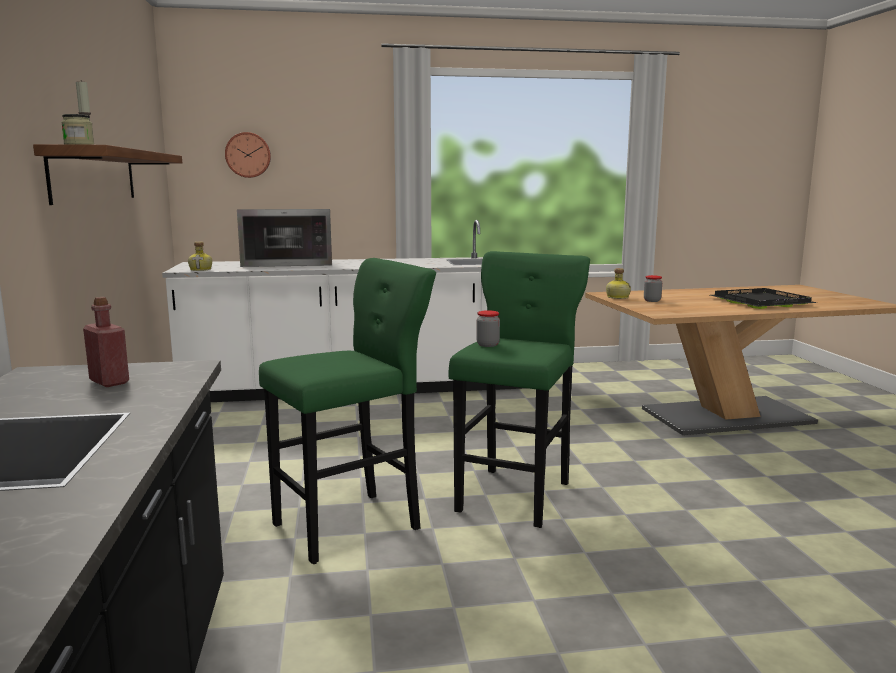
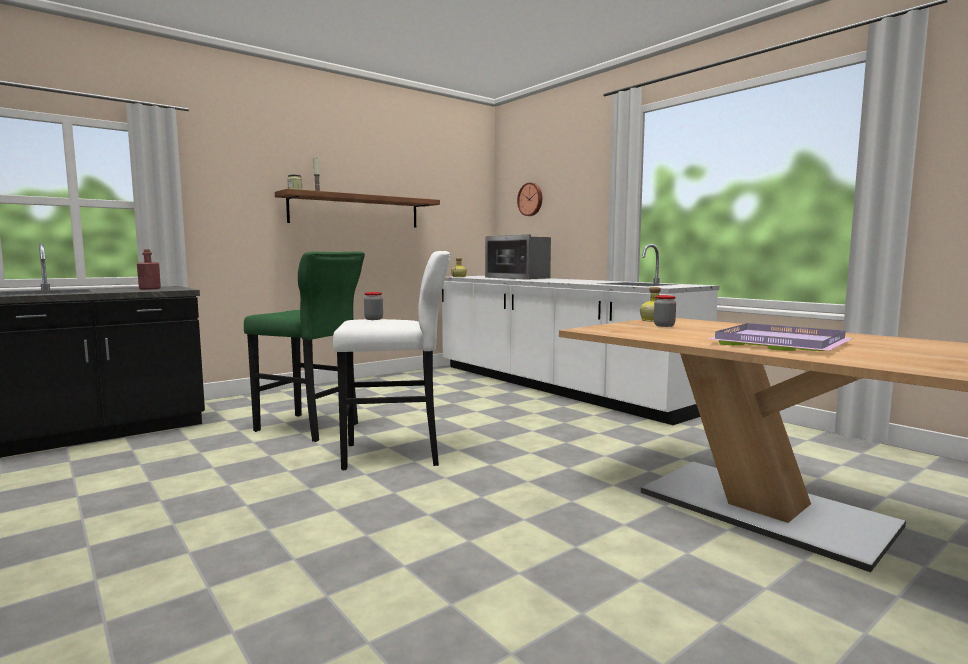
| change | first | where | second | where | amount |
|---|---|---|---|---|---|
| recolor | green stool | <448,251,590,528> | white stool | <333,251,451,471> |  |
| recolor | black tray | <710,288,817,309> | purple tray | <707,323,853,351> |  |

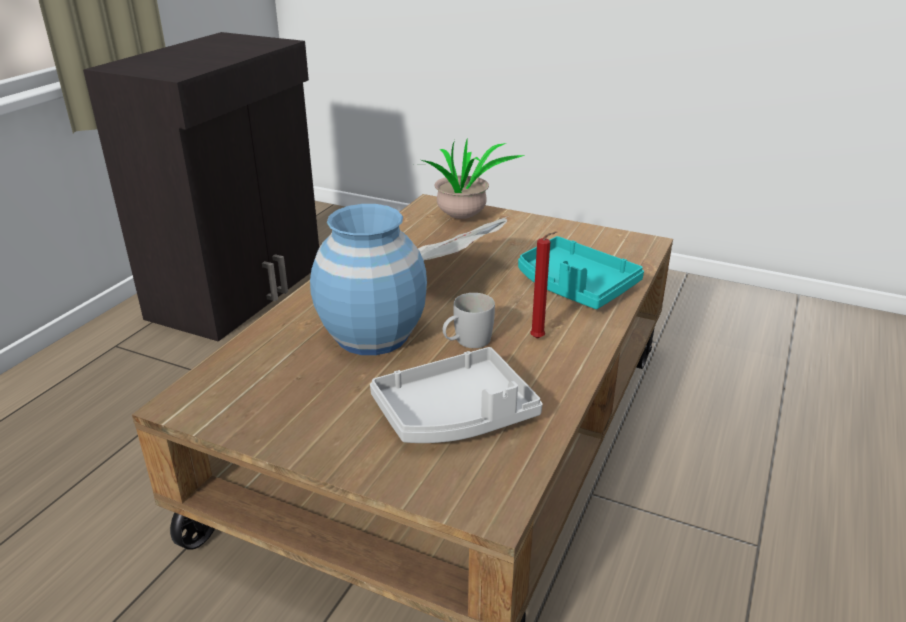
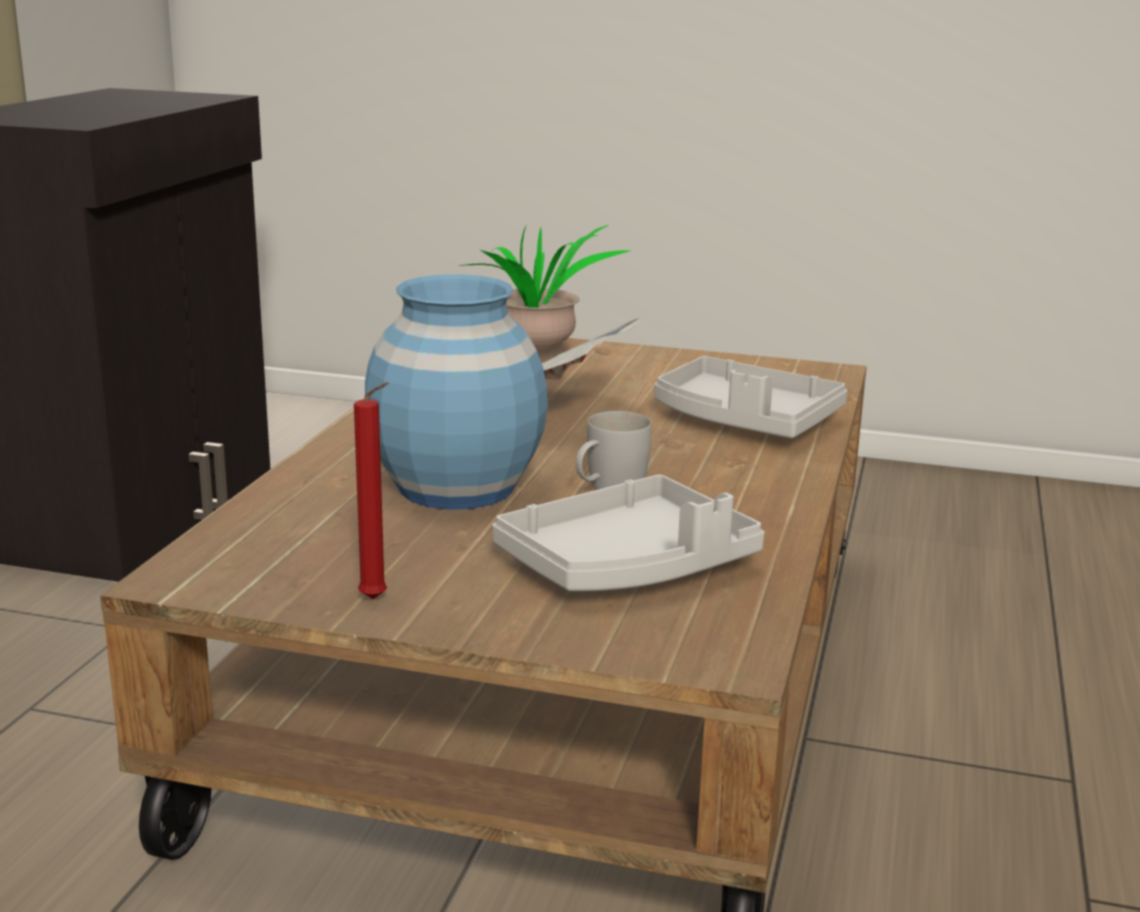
| change | first | where | second | where | amount |
|---|---|---|---|---|---|
| recolor | turquoise tray | <518,236,644,309> | grey tray | <655,356,848,438> |  |
| move | red candle | <530,231,557,339> |  | <354,382,389,599> |  |

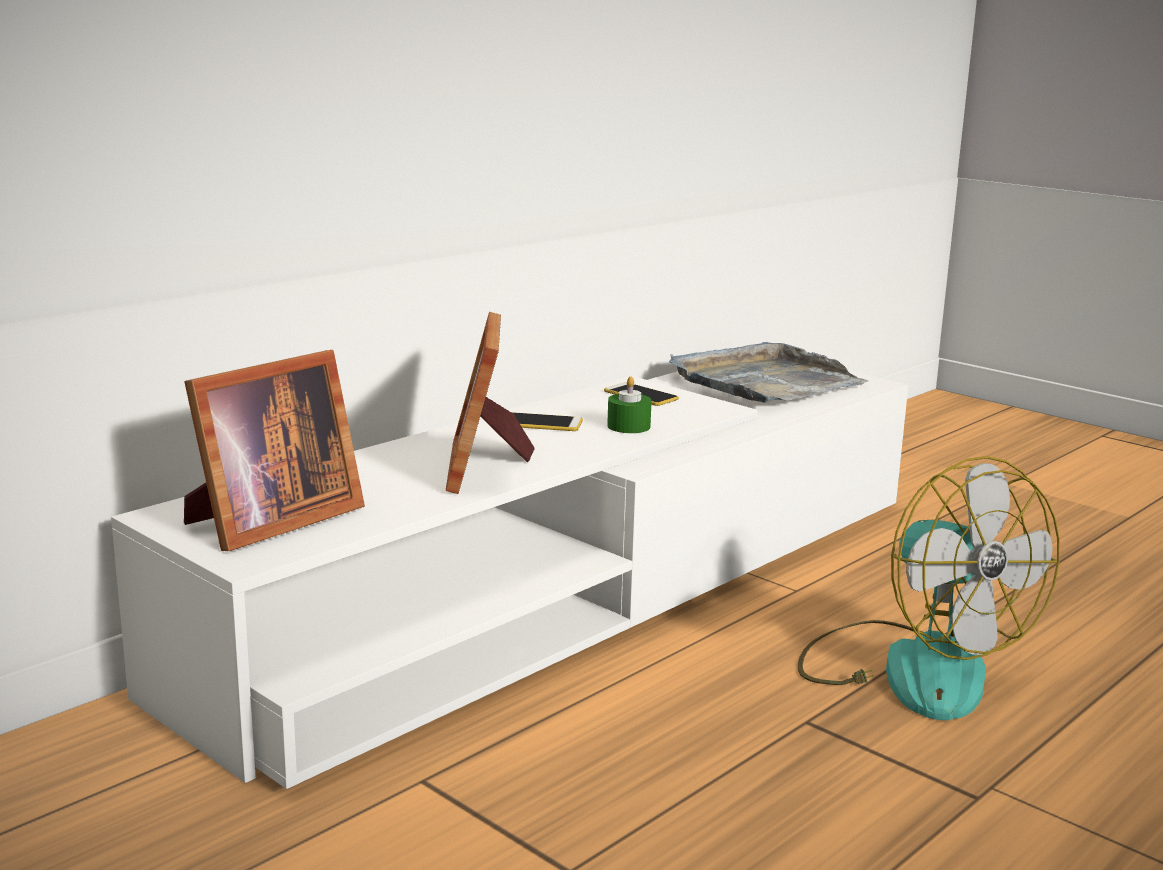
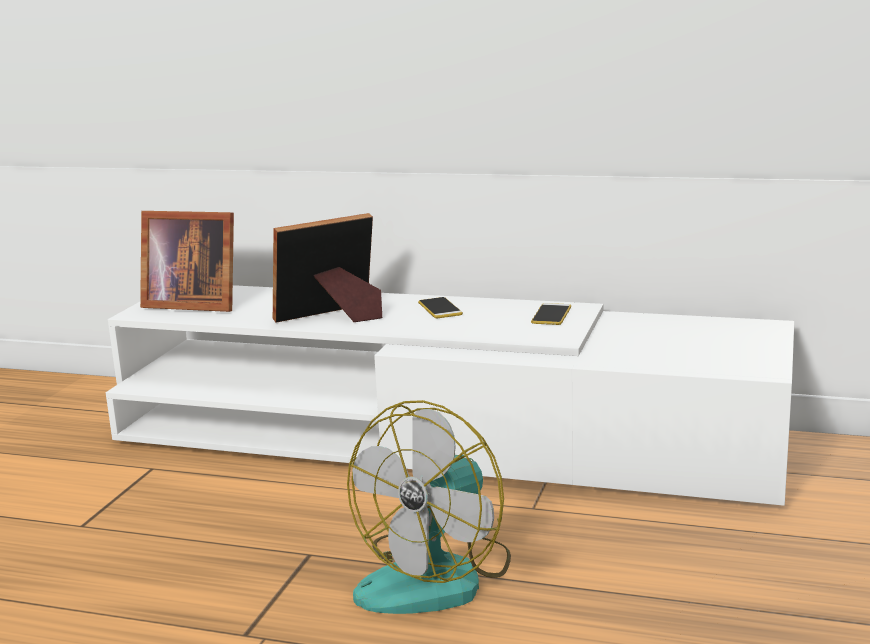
| change | first | where | second | where | amount |
|---|---|---|---|---|---|
| delete | green candle | <607,376,652,433> |  |  |  |
| delete | grey tray | <669,342,869,403> |  |  |  |

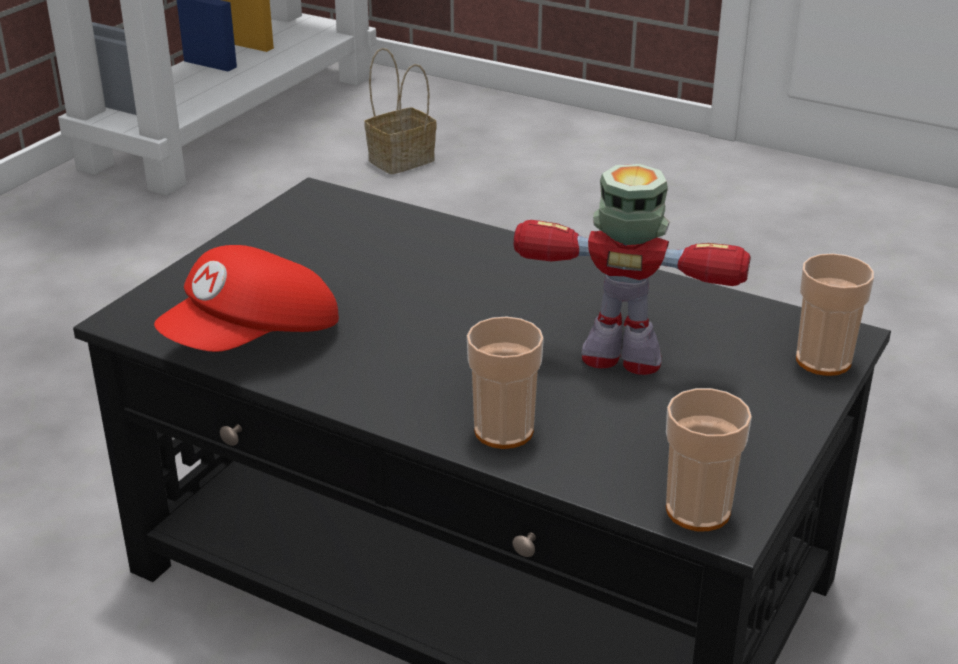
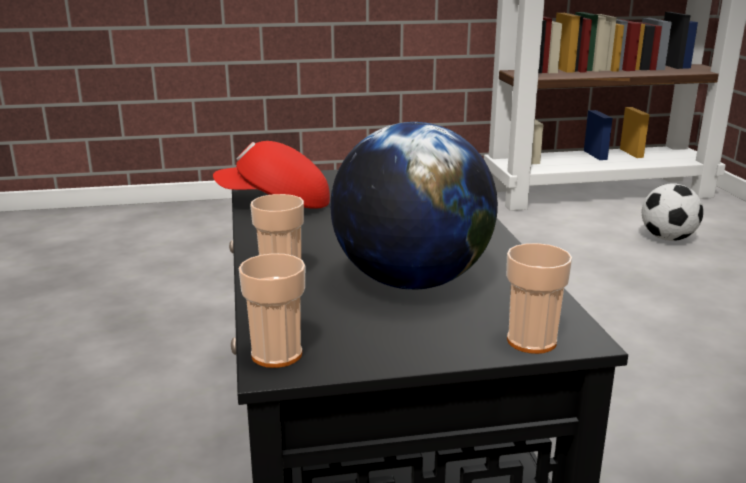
| change | first | where | second | where | amount |
|---|---|---|---|---|---|
| replace | basket | <364,48,437,174> | football | <642,183,703,241> |  |
| replace | toy robot | <514,164,751,375> | globe | <330,122,498,290> |  |

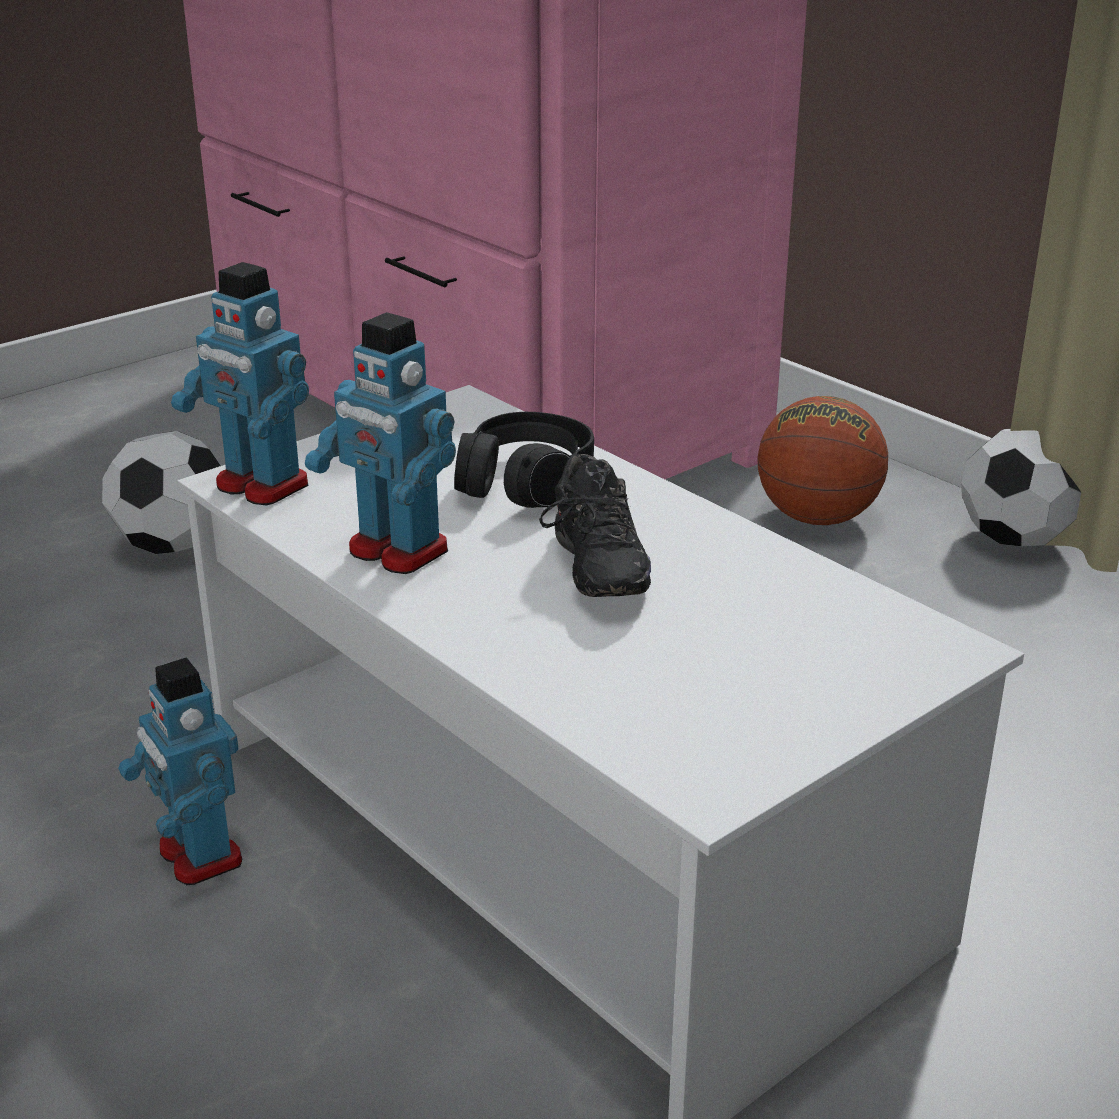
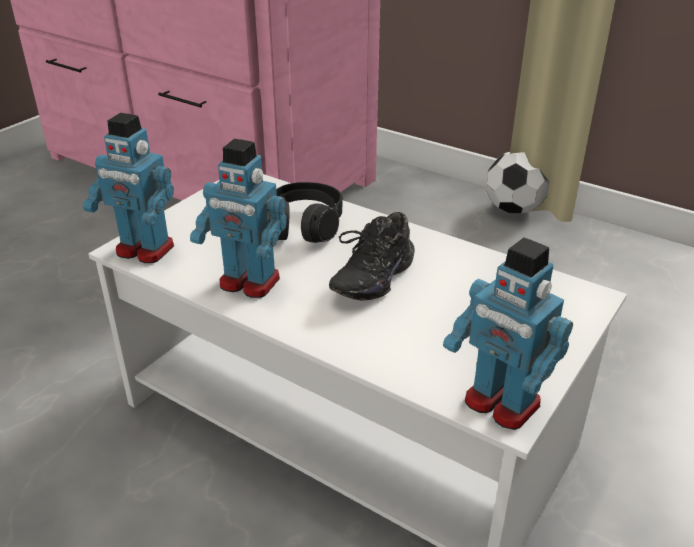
| change | first | where | second | where | amount |
|---|---|---|---|---|---|
| delete | football | <102,431,221,554> |  |  |  |
| move | toy robot | <118,658,242,885> |  | <443,237,573,430> |  |
| rotate | black shoe | <539,454,651,597> |  | <329,212,415,301> | 60 degrees clockwise |
| delete | basketball | <757,396,888,525> |  |  |  |

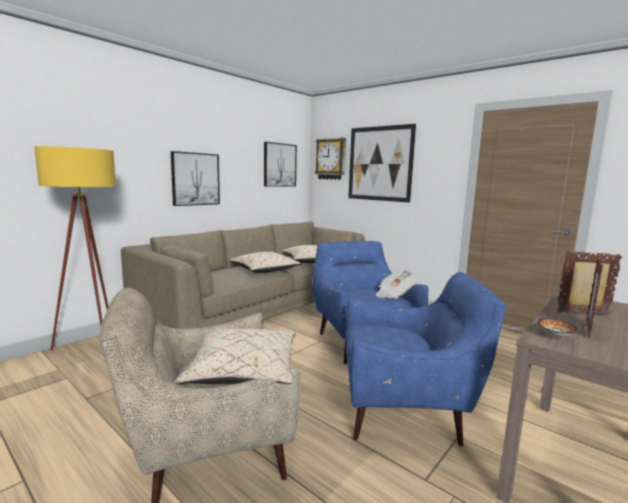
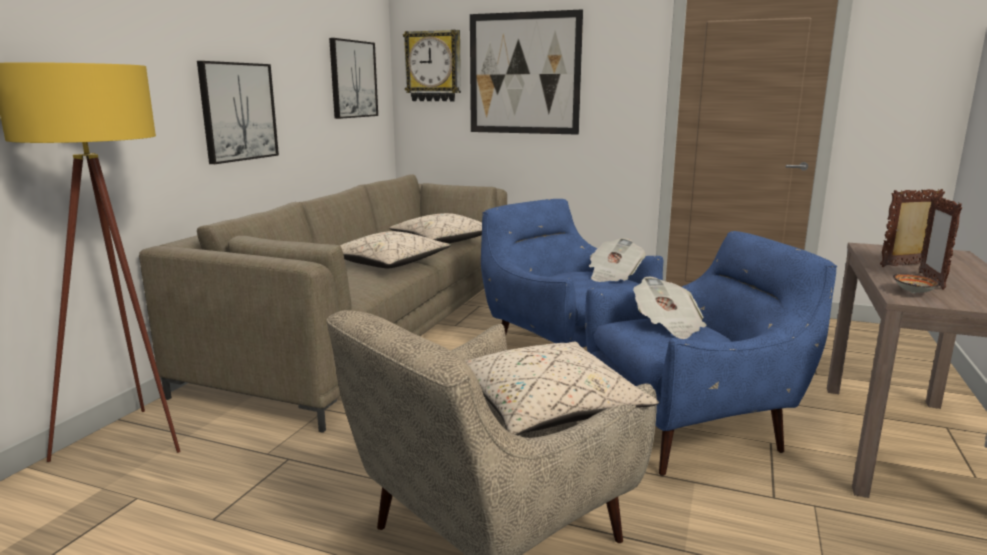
| change | first | where | second | where | amount |
|---|---|---|---|---|---|
| insert |  |  | newspaper | <633,277,707,339> |  |

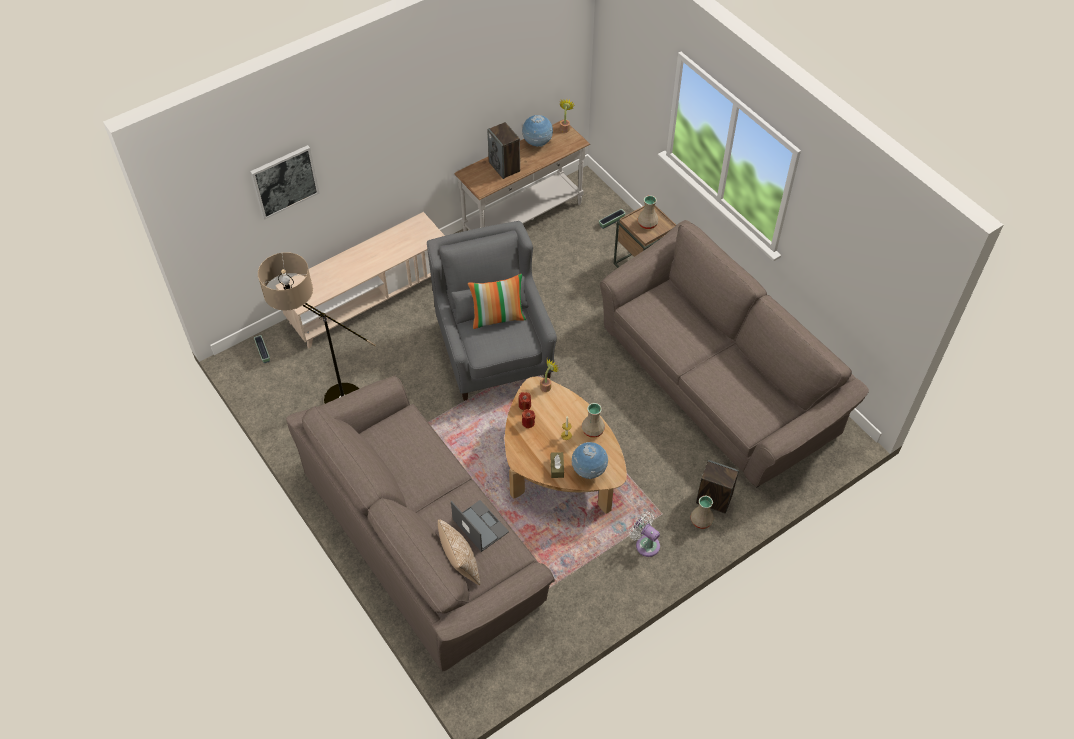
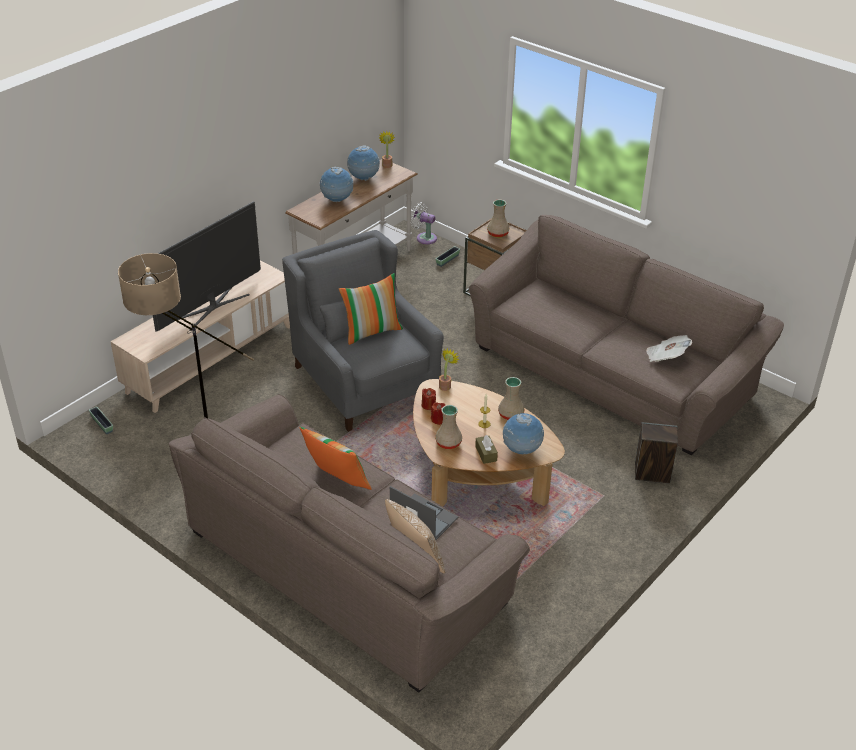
| change | first | where | second | where | amount |
|---|---|---|---|---|---|
| delete | picture | <250,145,320,220> |  |  |  |
| replace | speaker | <487,122,520,179> | globe | <319,167,353,202> |  |
| move | white fan | <630,512,660,557> |  | <411,202,437,244> |  |
| move | beige vase | <690,496,714,529> |  | <435,405,462,449> |  |
| insert |  |  | television | <153,201,261,332> |  |
| insert |  |  | pillow | <299,427,372,490> |  |
| insert |  |  | newspaper | <646,335,692,362> |  |

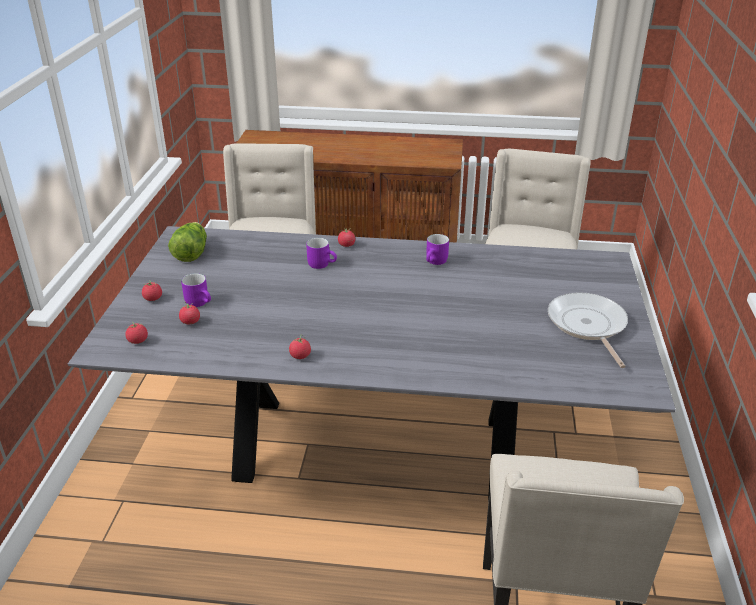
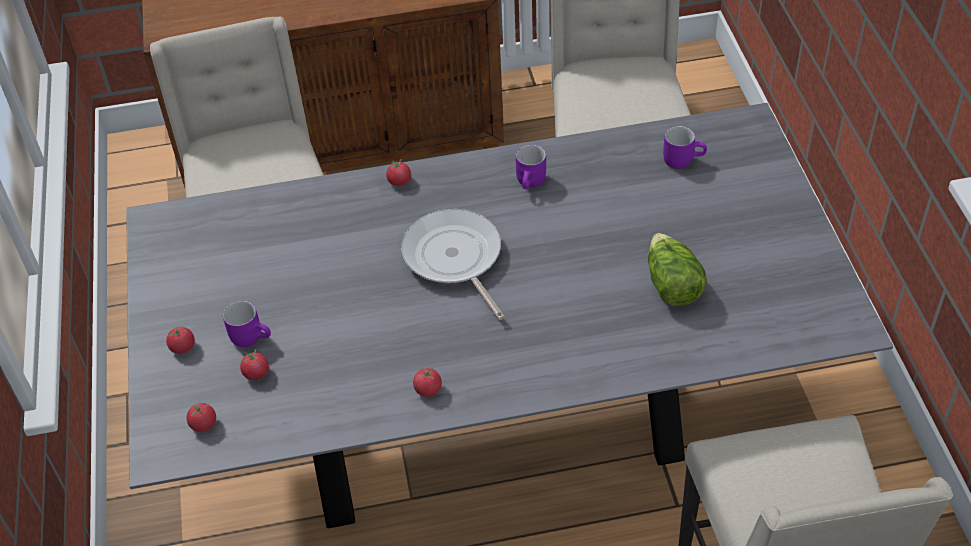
| change | first | where | second | where | amount |
|---|---|---|---|---|---|
| move | lettuce | <168,222,207,262> |  | <648,233,706,306> |  |
| move | purple mug | <306,238,337,269> |  | <663,126,707,169> |  |
| move | frying pan | <548,292,628,368> |  | <401,209,505,320> |  |

